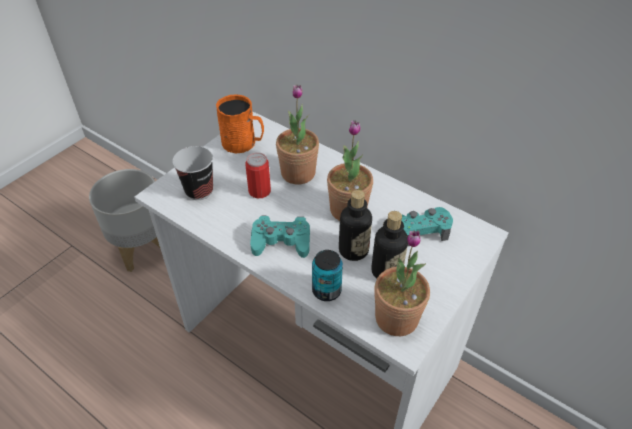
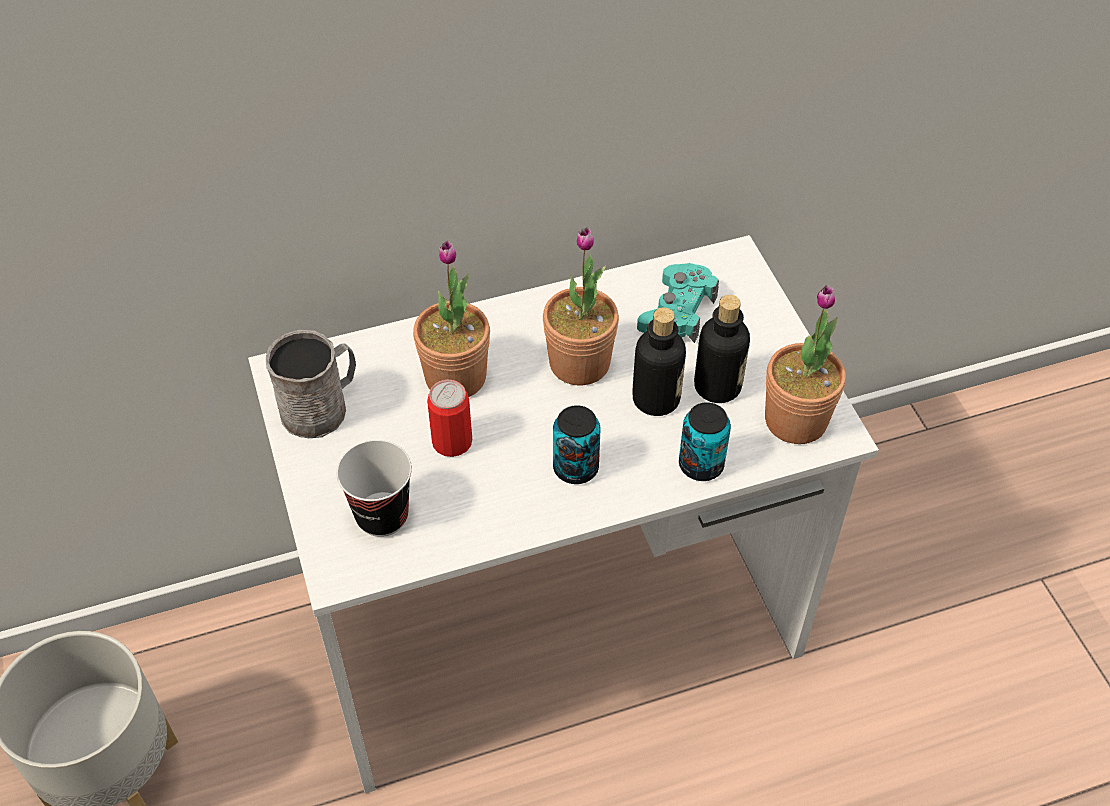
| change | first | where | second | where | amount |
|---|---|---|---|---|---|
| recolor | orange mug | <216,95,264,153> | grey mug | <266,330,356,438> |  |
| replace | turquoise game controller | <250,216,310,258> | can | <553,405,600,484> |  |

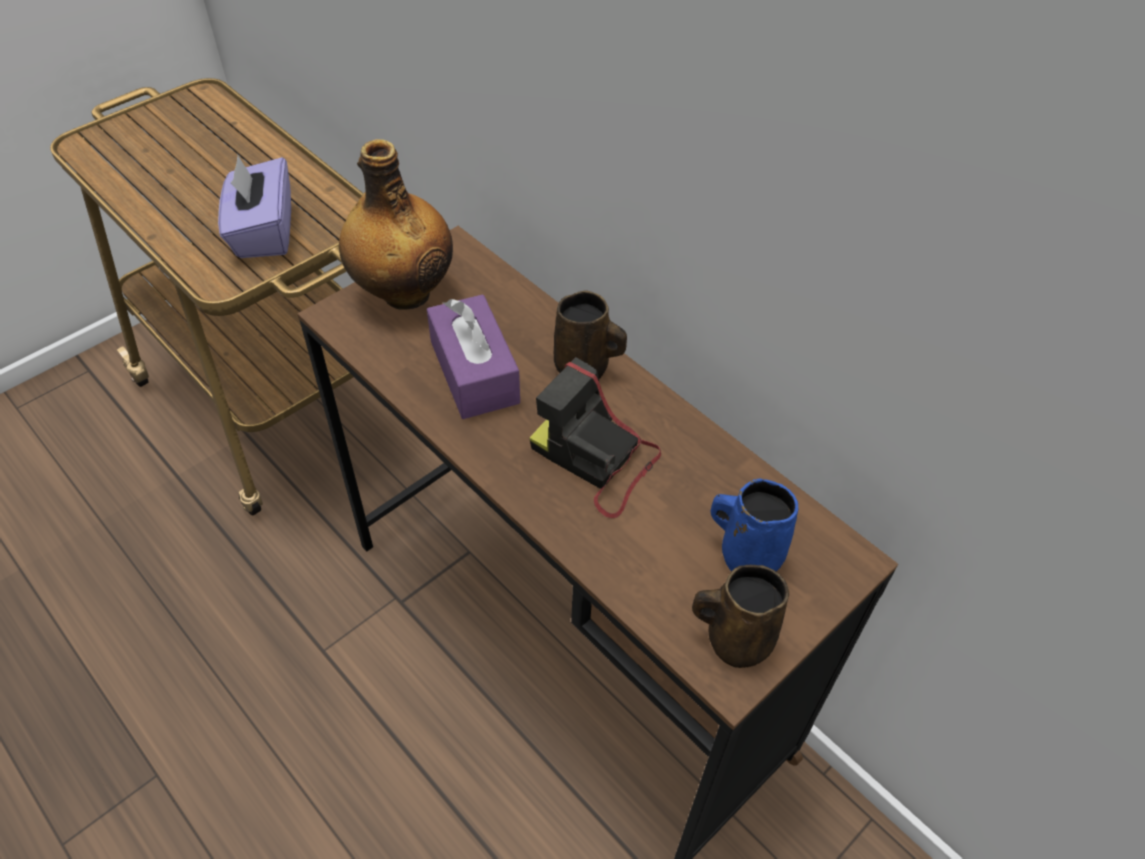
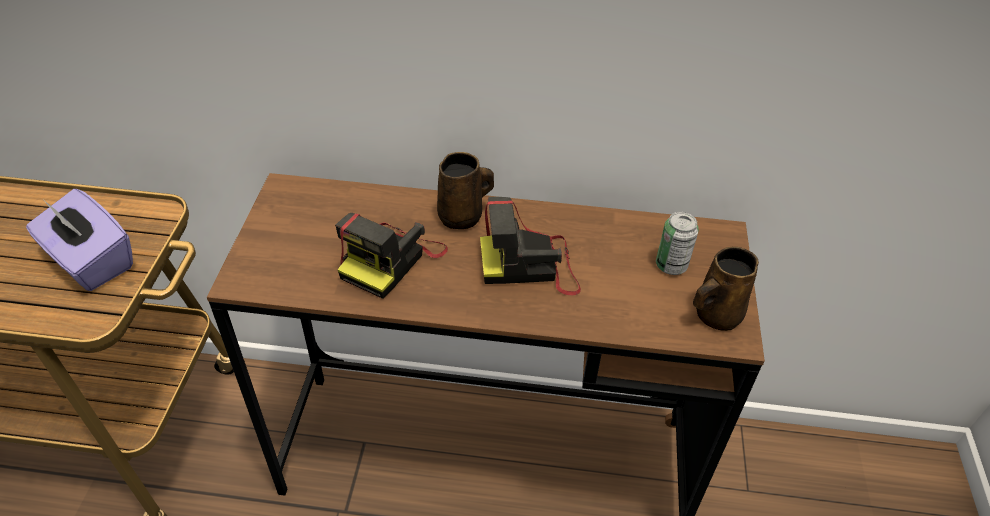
| change | first | where | second | where | amount |
|---|---|---|---|---|---|
| delete | bottle | <339,139,453,310> |  |  |  |
| replace | purple tissue box | <427,294,520,419> | photo camera | <335,213,448,299> |  |
| replace | blue mug | <710,479,798,572> | can | <656,212,699,275> |  |

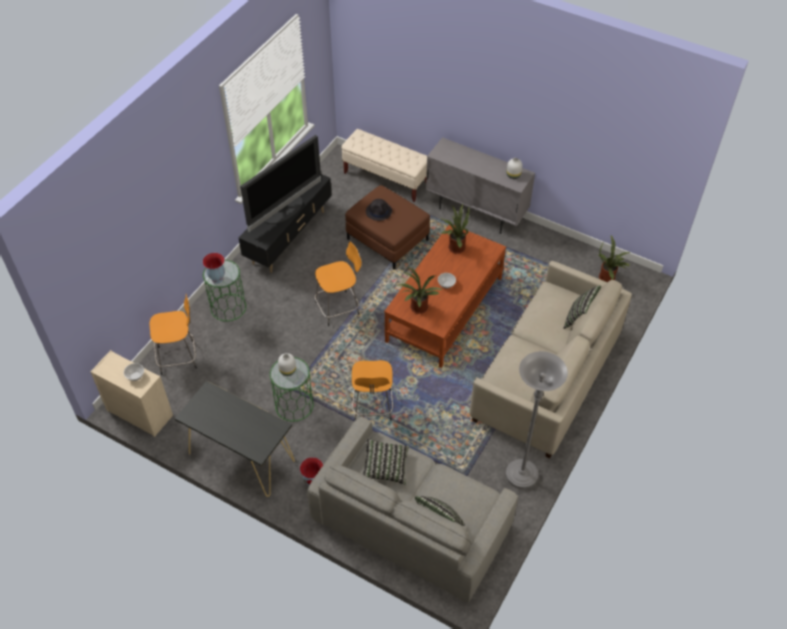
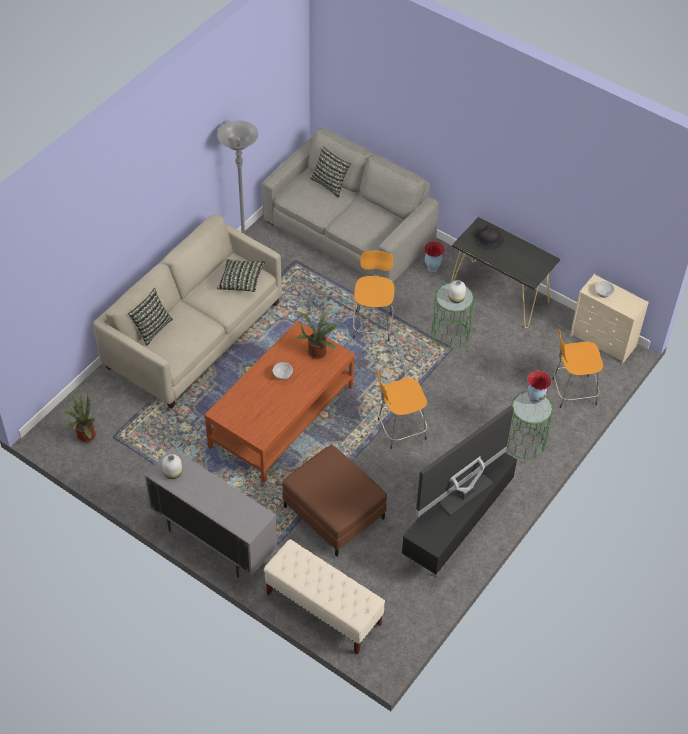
| change | first | where | second | where | amount |
|---|---|---|---|---|---|
| move | pillow | <363,439,409,485> |  | <217,259,265,292> |  |
| move | black hat | <366,199,392,221> |  | <475,226,504,250> |  |
| delete | potted plant | <441,203,469,254> |  |  |  |

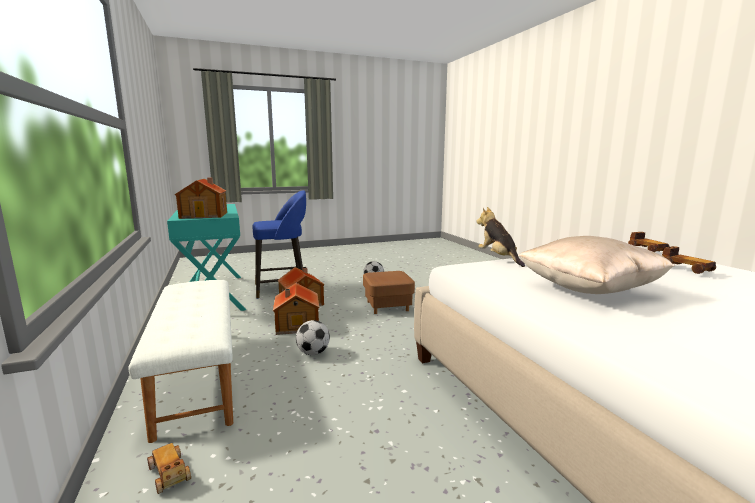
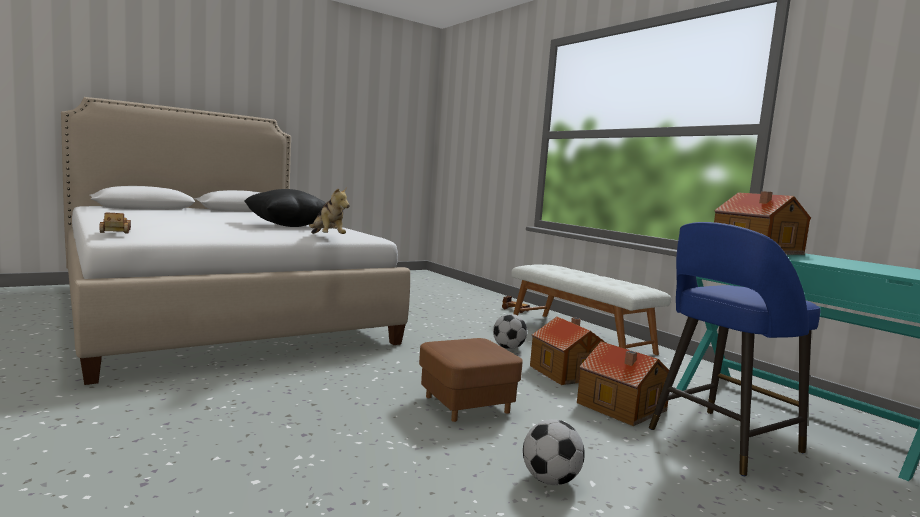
| change | first | where | second | where | amount |
|---|---|---|---|---|---|
| recolor | beige pillow | <518,236,675,294> | black pillow | <244,189,326,227> |  |
| delete | toy car | <662,246,716,274> |  |  |  |

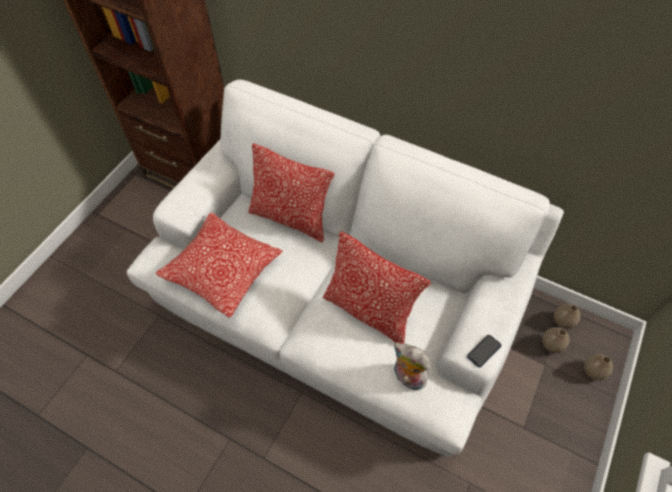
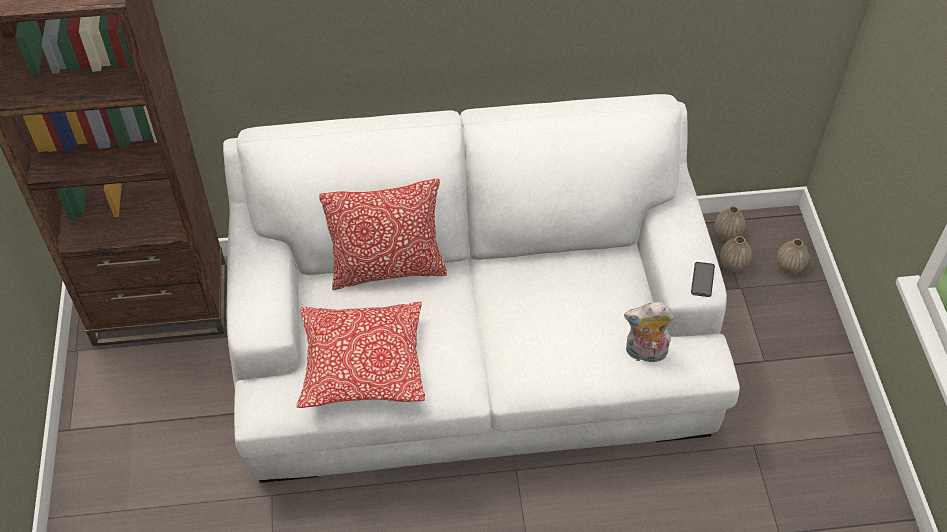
| change | first | where | second | where | amount |
|---|---|---|---|---|---|
| delete | pillow | <323,231,431,343> |  |  |  |

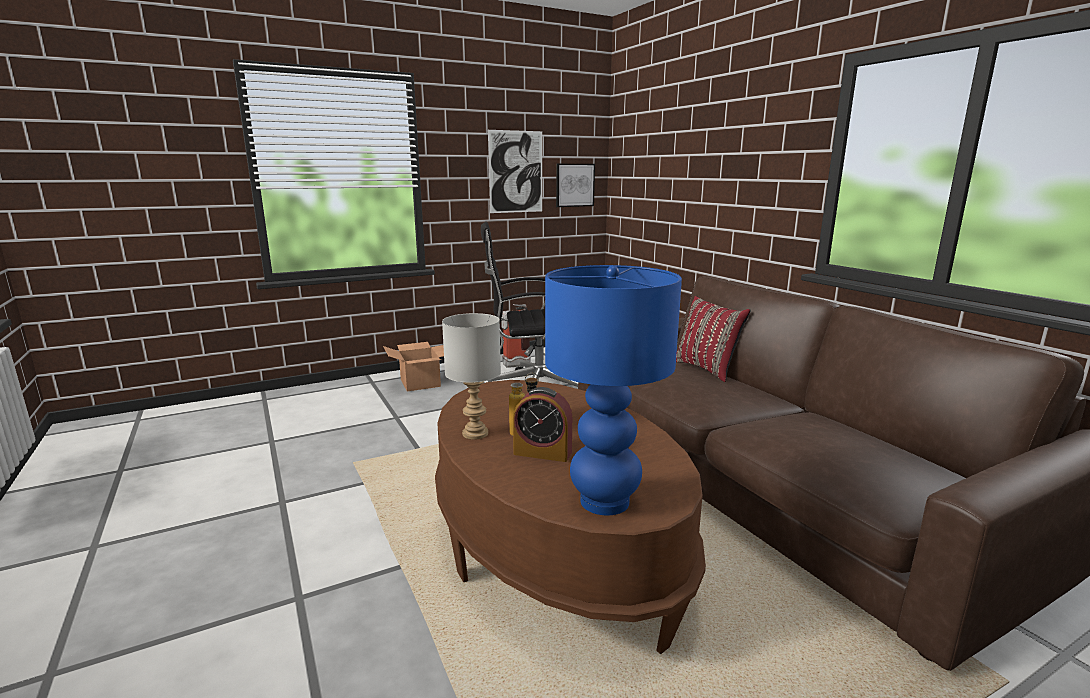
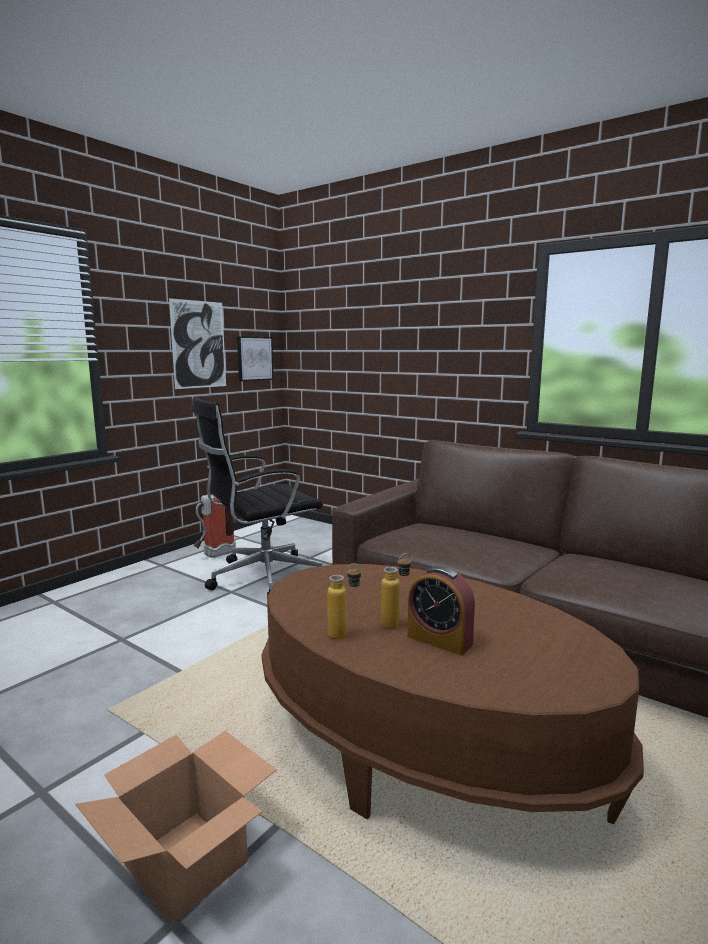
| change | first | where | second | where | amount |
|---|---|---|---|---|---|
| move | cardboard box | <383,342,444,391> |  | <75,731,277,924> |  |
| replace | grey table lamp | <442,313,501,440> | bottle | <327,563,362,639> |  |
| rotate | alarm clock | <513,387,572,462> |  | <407,566,475,655> | 45 degrees clockwise |
| delete | blue table lamp | <545,265,682,515> |  |  |  |
| delete | red pillow | <676,296,751,382> |  |  |  |

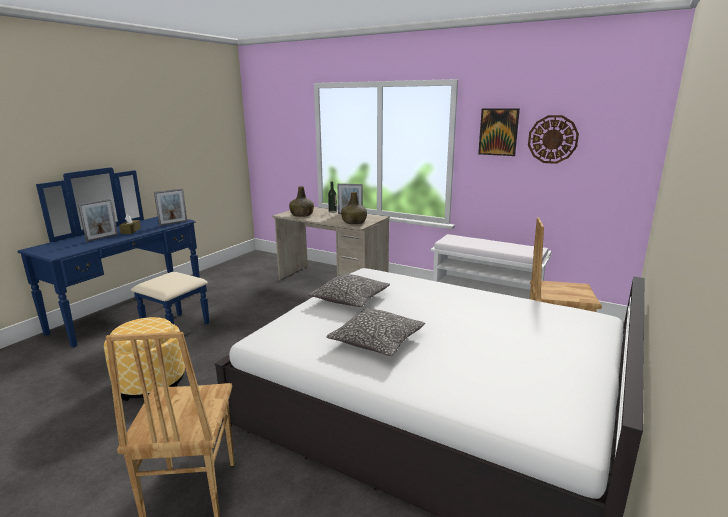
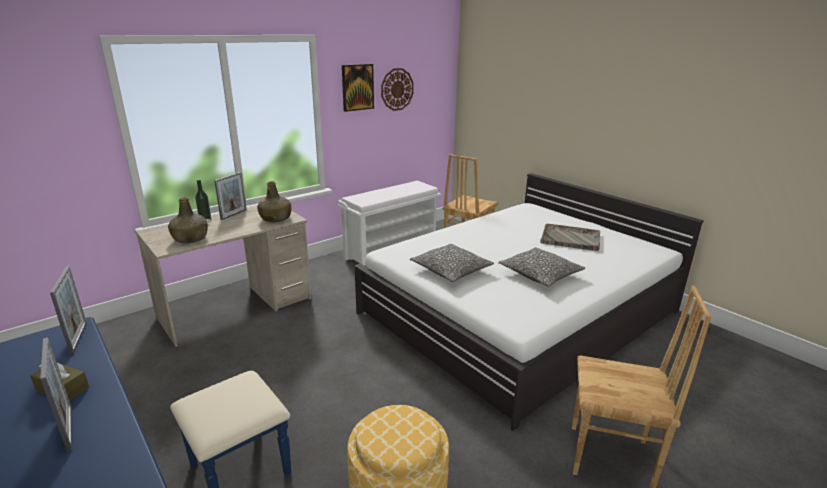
| change | first | where | second | where | amount |
|---|---|---|---|---|---|
| insert |  |  | grey tray | <540,224,600,251> |  |

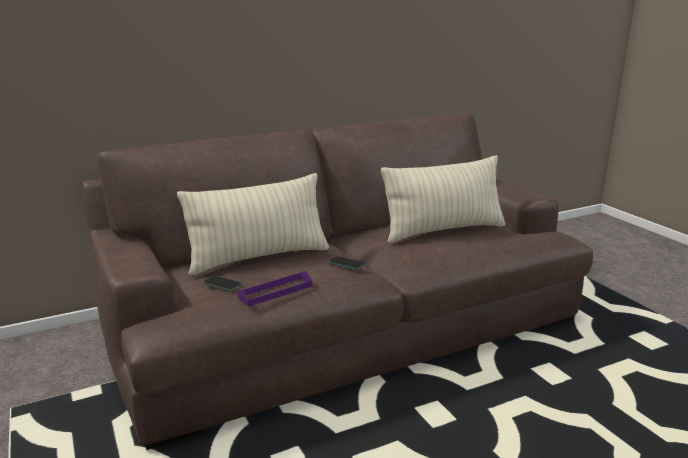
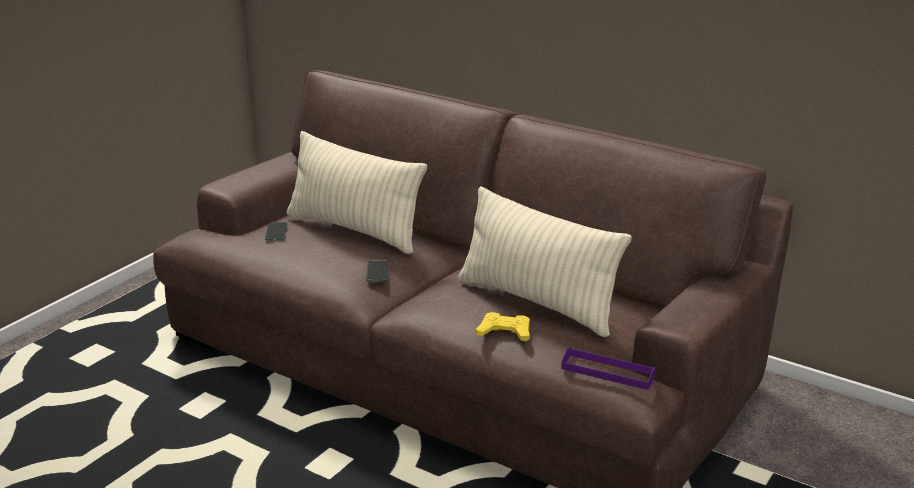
| change | first | where | second | where | amount |
|---|---|---|---|---|---|
| move | purple tray | <237,271,312,307> |  | <561,348,657,390> |  |
| insert |  |  | yellow game controller | <475,312,530,341> |  |

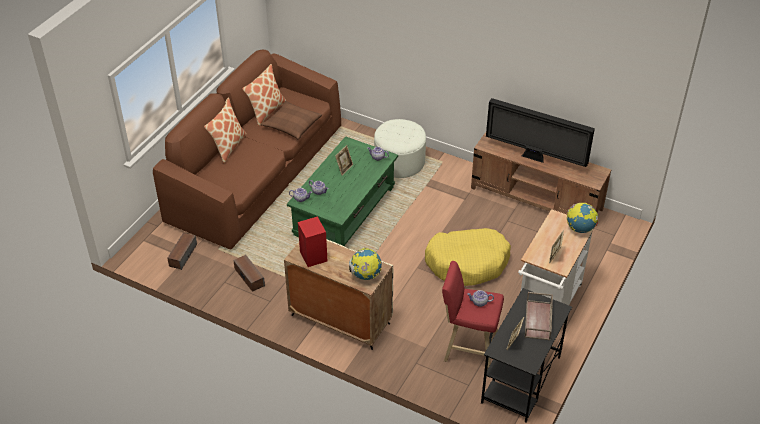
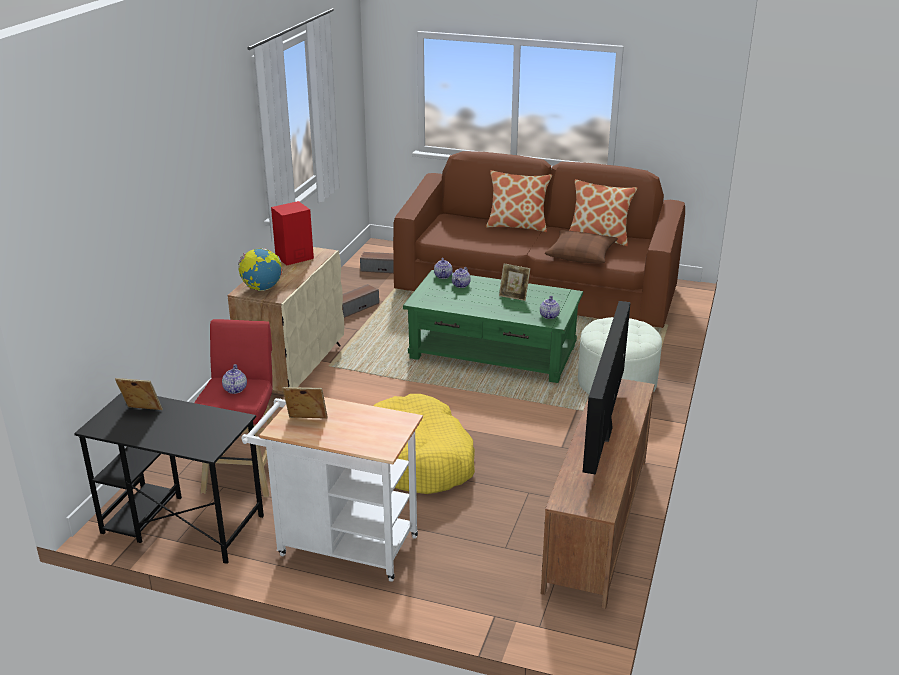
| change | first | where | second | where | amount |
|---|---|---|---|---|---|
| delete | brown tray | <525,292,553,341> |  |  |  |
| delete | globe | <567,203,598,233> |  |  |  |

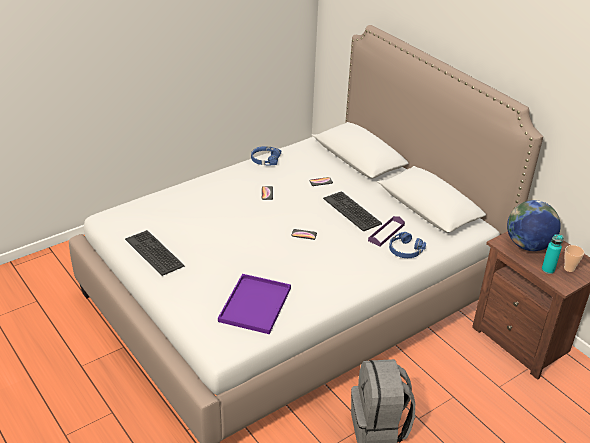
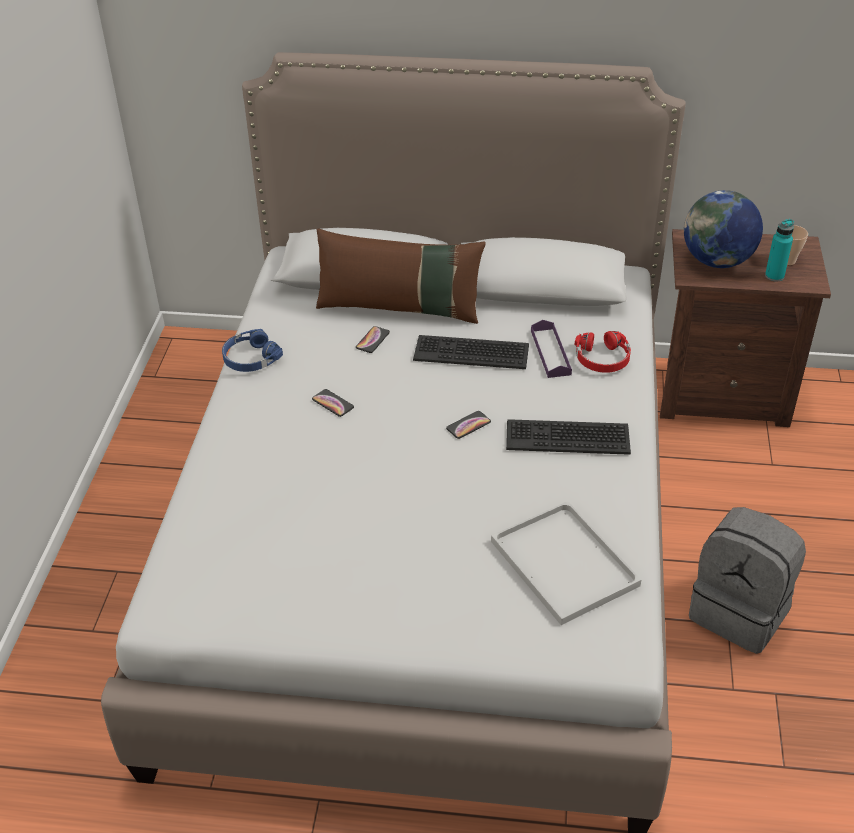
| change | first | where | second | where | amount |
|---|---|---|---|---|---|
| move | keyboard | <125,230,184,276> |  | <506,419,631,455> |  |
| recolor | purple tray | <218,274,291,334> | white tray | <491,501,641,625> |  |
| recolor | blue headphones | <389,232,426,258> | red headphones | <575,331,631,373> |  |
| insert |  |  | brown pillow | <316,228,486,324> |  |

